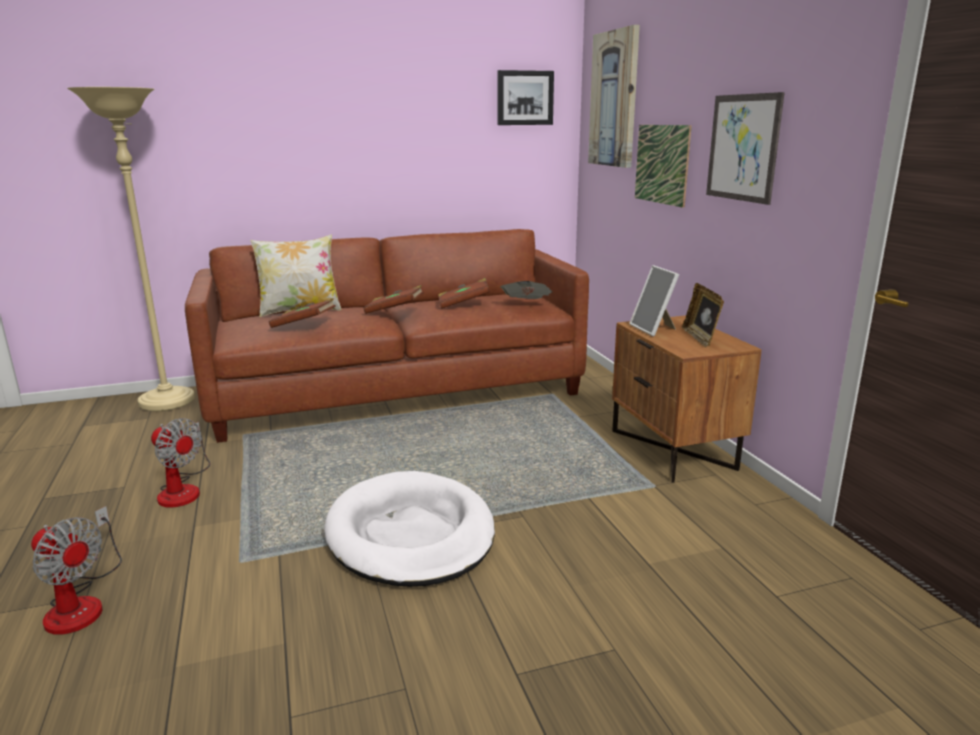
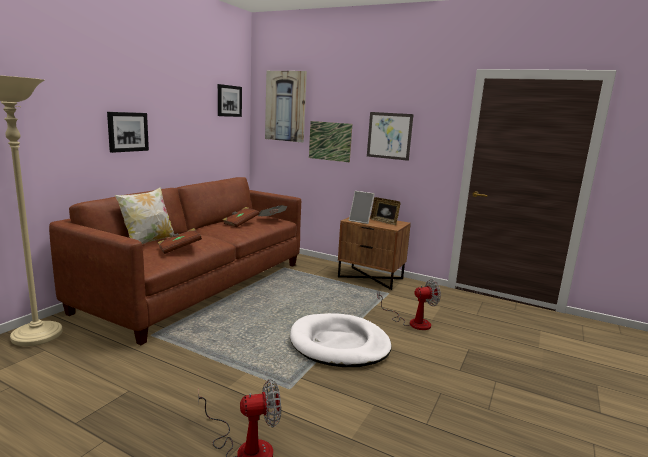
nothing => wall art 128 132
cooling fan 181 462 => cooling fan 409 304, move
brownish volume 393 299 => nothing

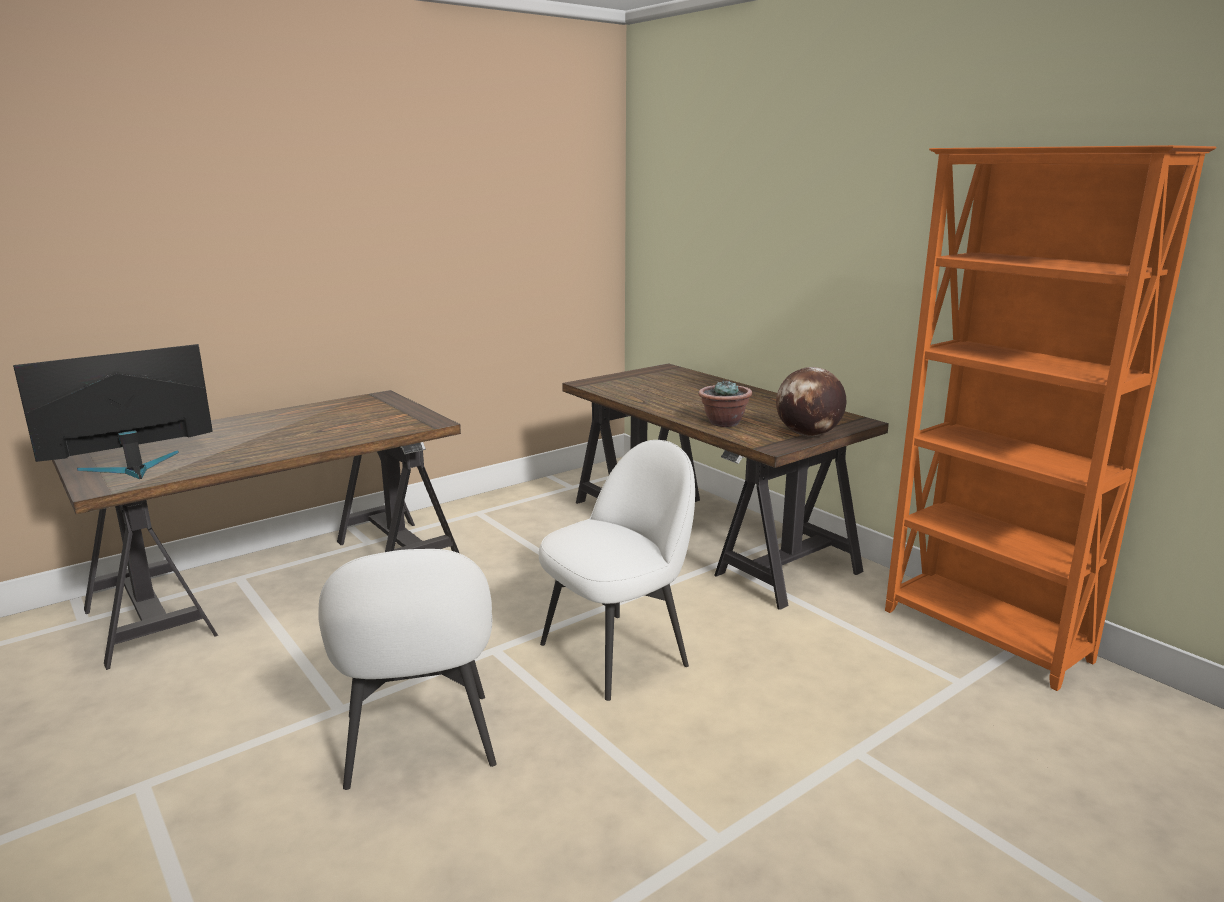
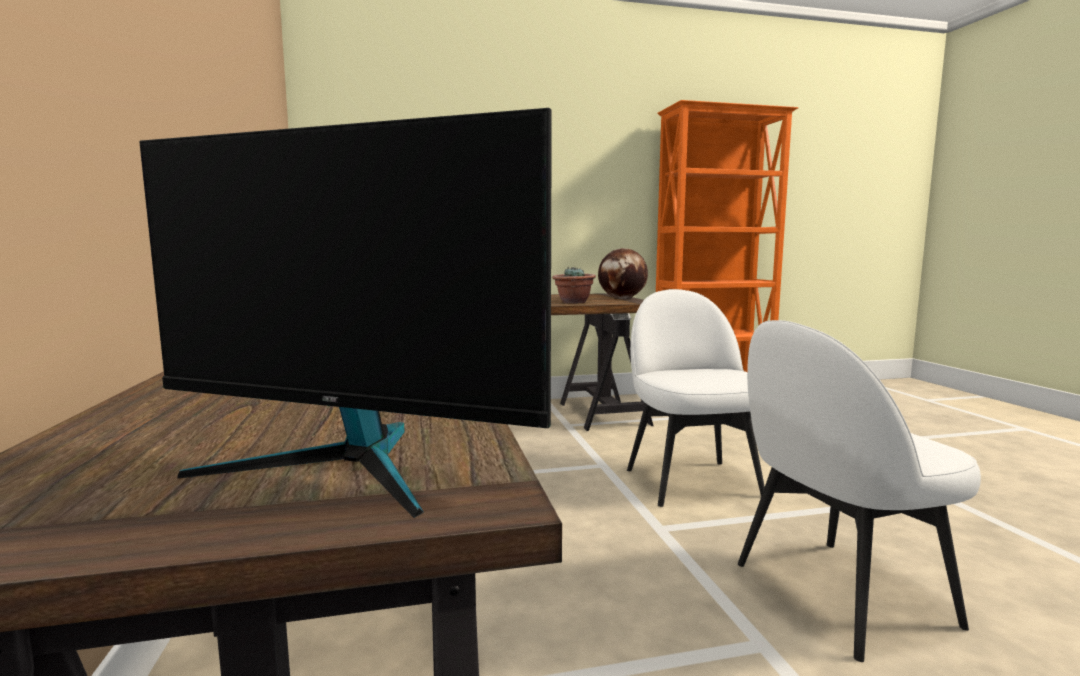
monitor 113 411 => monitor 345 313, 60 degrees counterclockwise
white-coloured plain chair 407 669 => white-coloured plain chair 859 491, 150 degrees clockwise

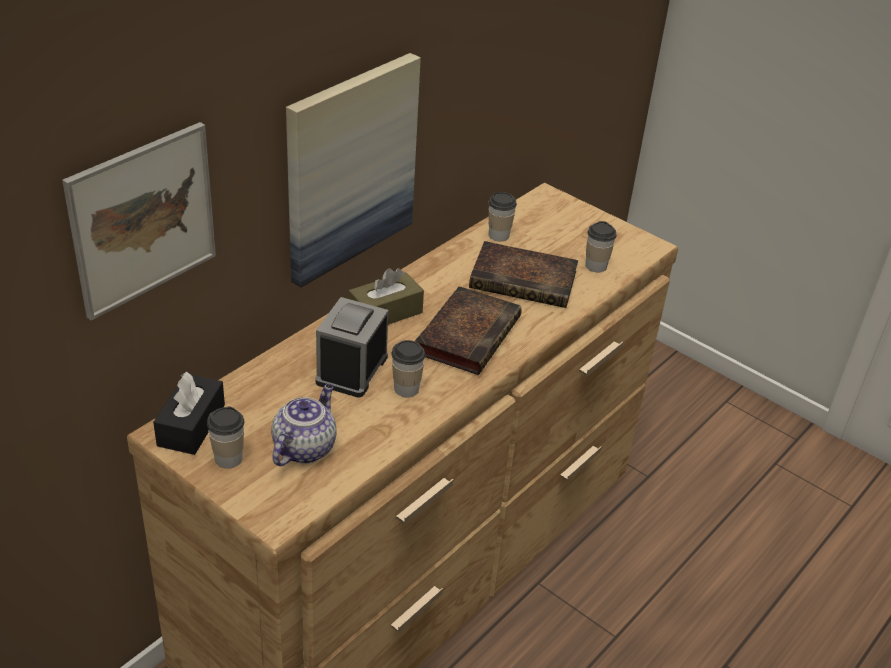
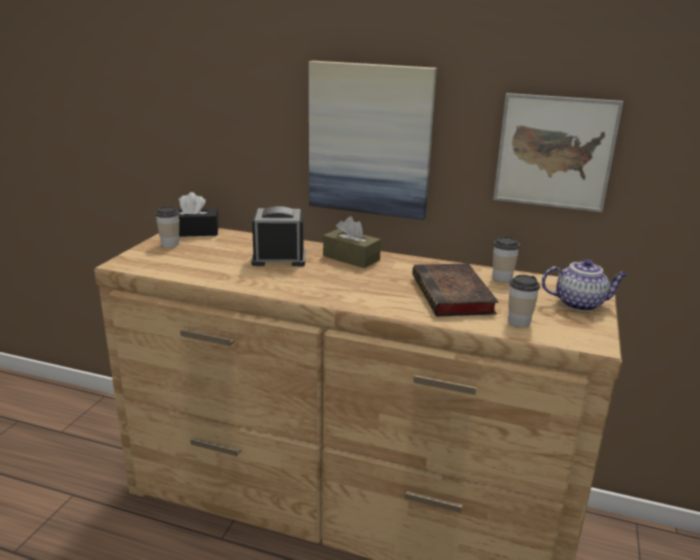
wall art 139 221 => wall art 558 152, move
pot for tea 304 425 => pot for tea 585 285, move
cup 408 368 => nothing
volume 468 330 => nothing

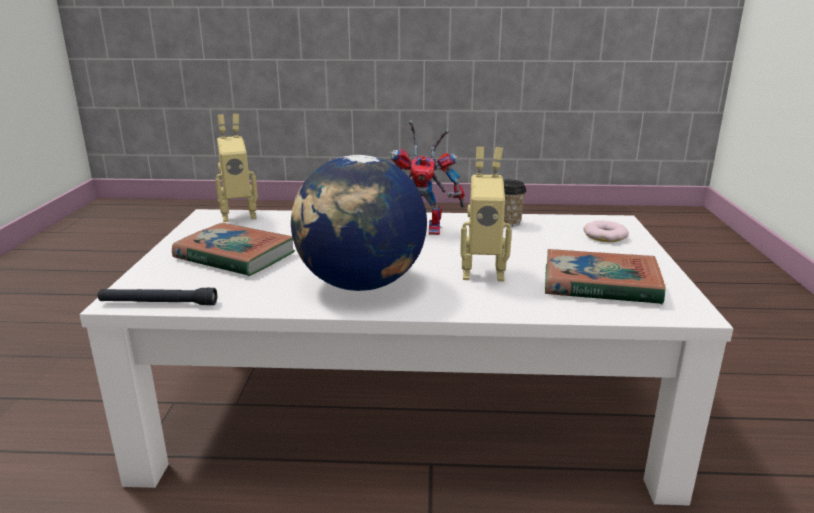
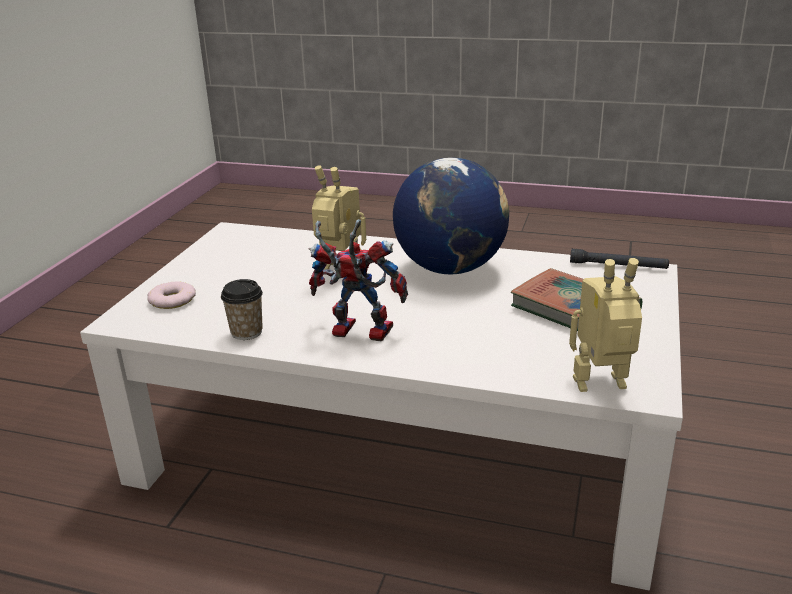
volume 605 276 => nothing

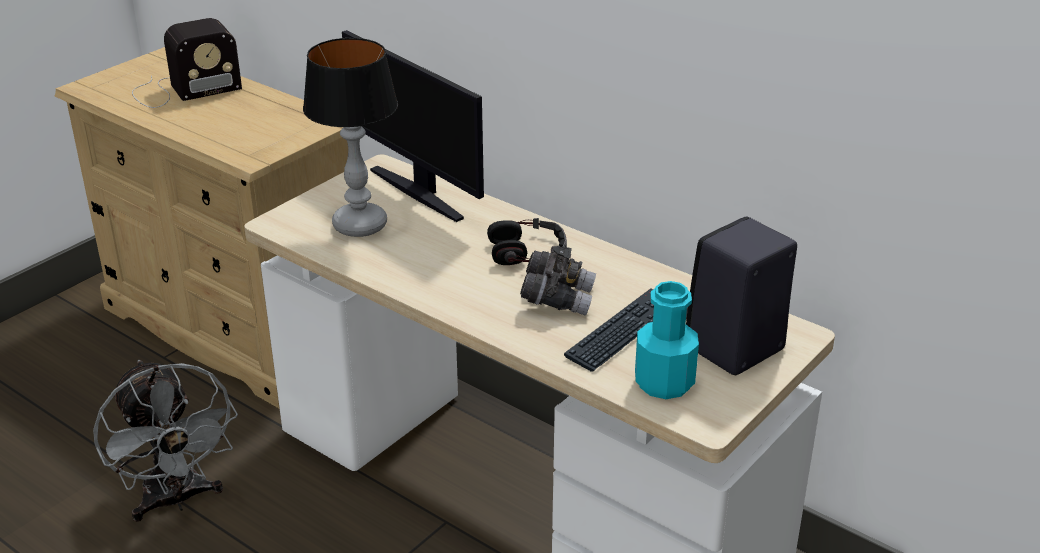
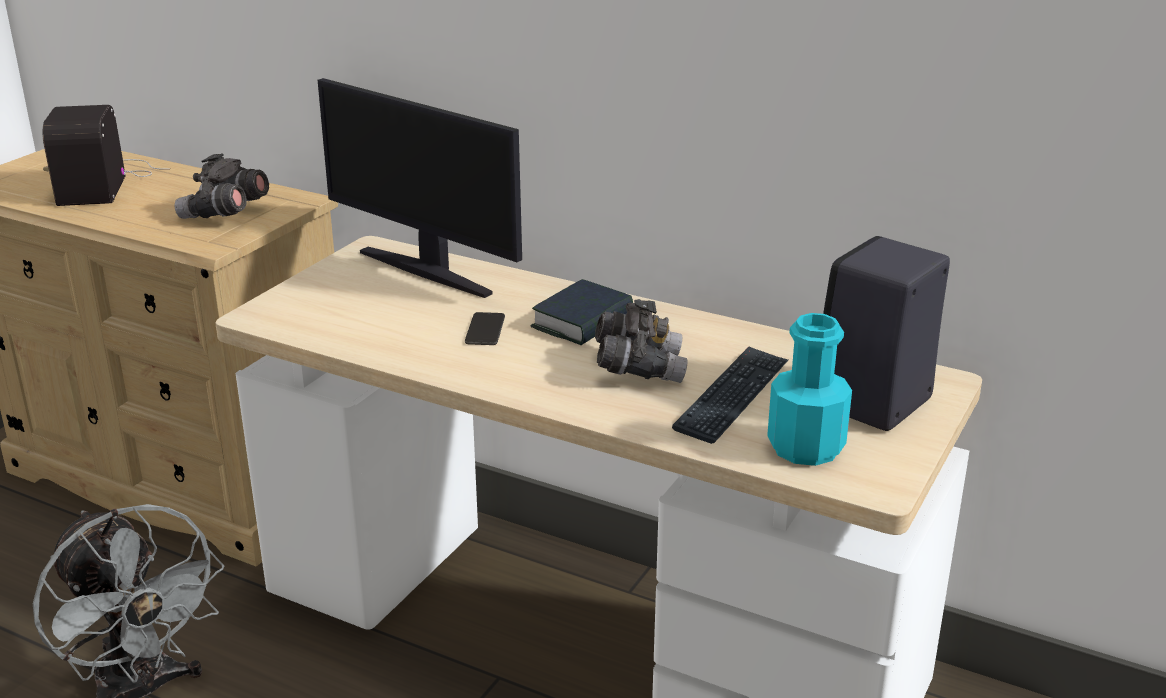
radio set 187 63 => radio set 106 155, 120 degrees clockwise
nothing => greyish field glasses 221 186
nothing => telephone 485 328
headset 527 241 => volume 582 312
tabletop lamp 350 137 => nothing

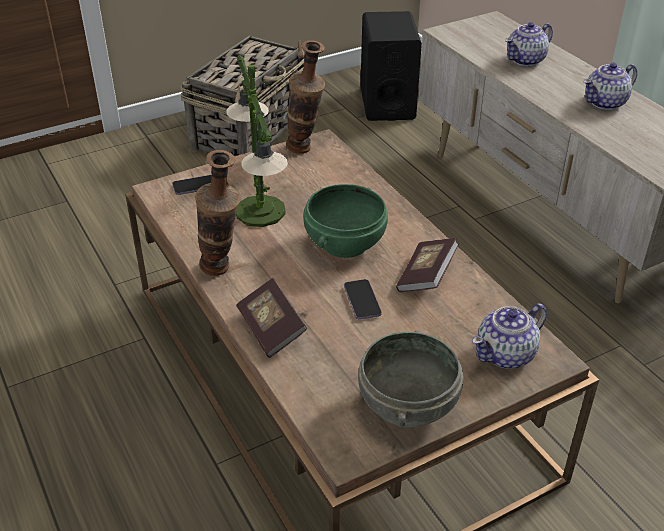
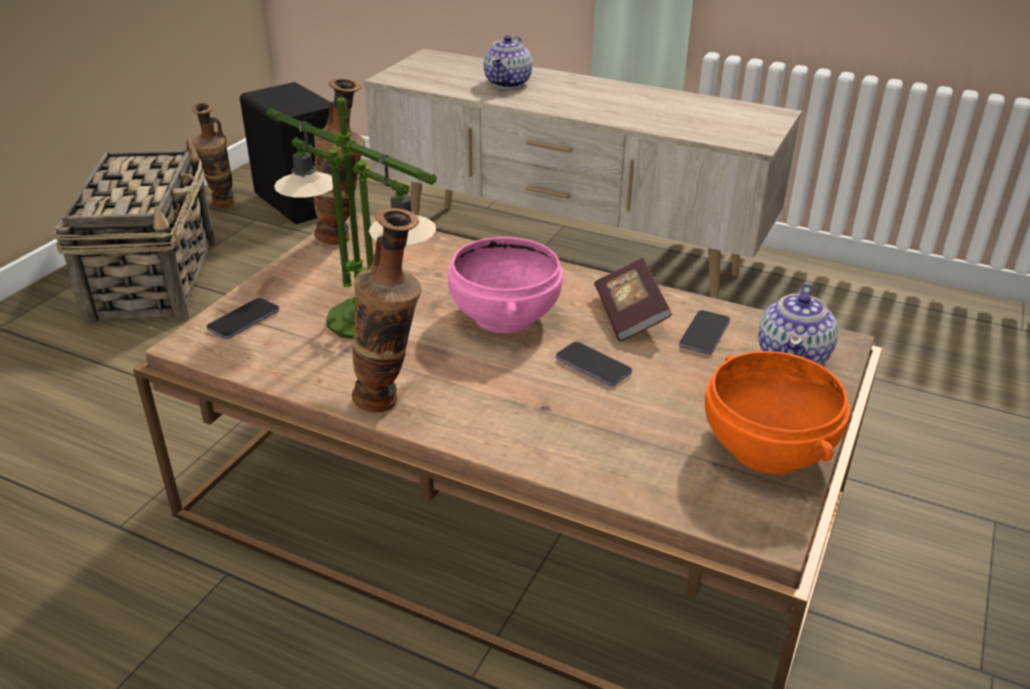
nothing => vase 213 155
green-coloured deep dish 345 221 => pink-coloured deep dish 505 285
nothing => telephone 704 332
greyish deep dish 411 379 => orange-coloured deep dish 777 412
volume 271 318 => nothing
pot for tea 610 86 => nothing

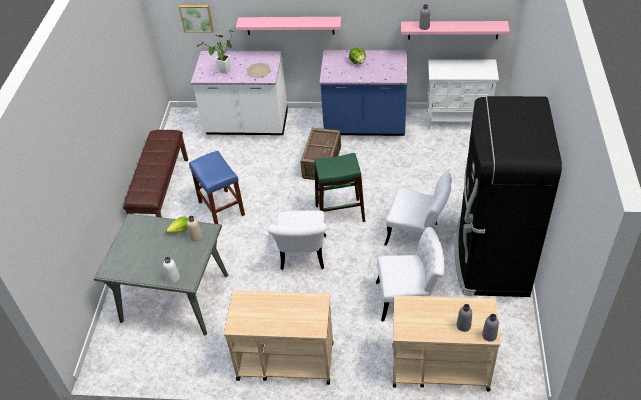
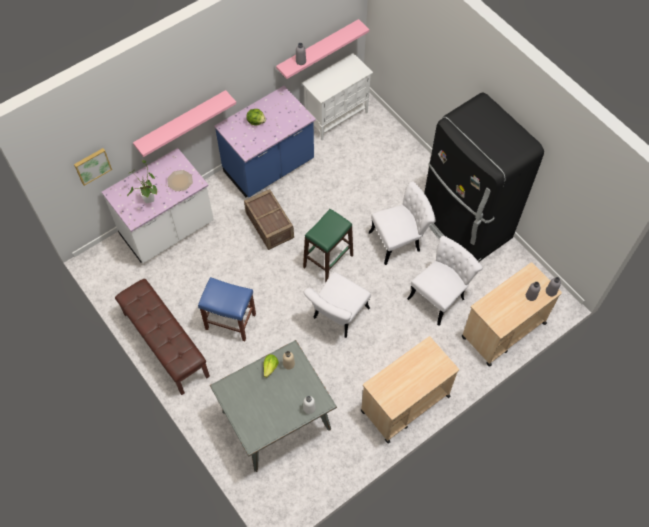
white-coloured plain chair 297 240 => white-coloured plain chair 337 305, 75 degrees clockwise

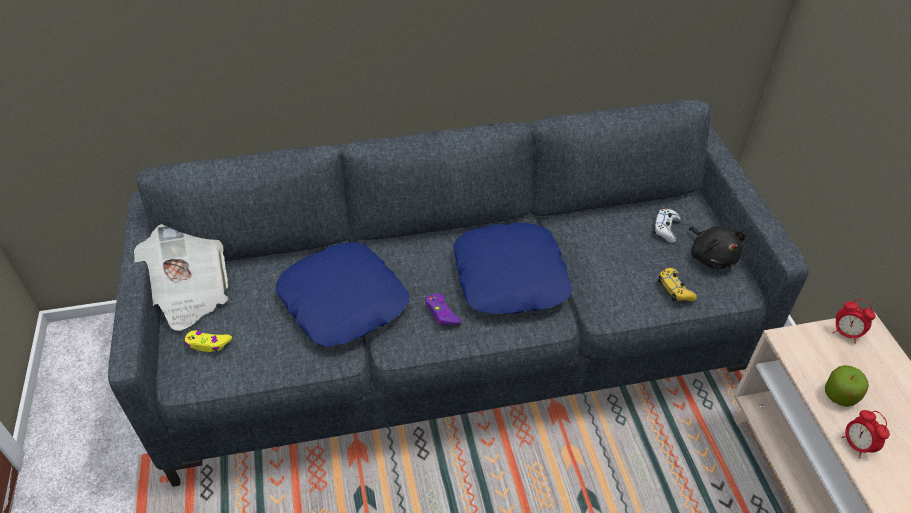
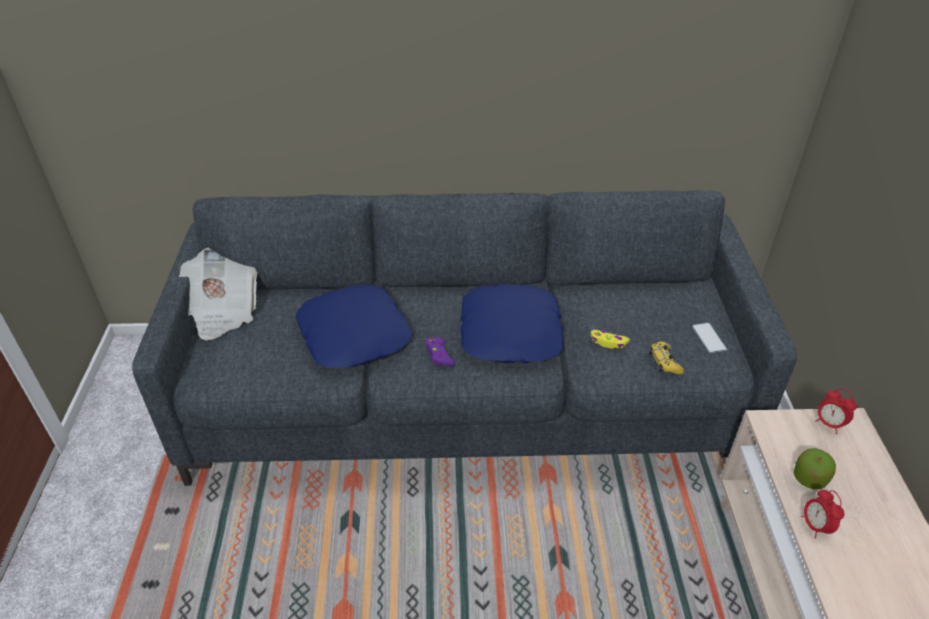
yellow-coloured game controller 208 341 => yellow-coloured game controller 610 339, move
black-coloured cuddly toy 717 247 => telephone 709 338
white-coloured game controller 667 225 => nothing

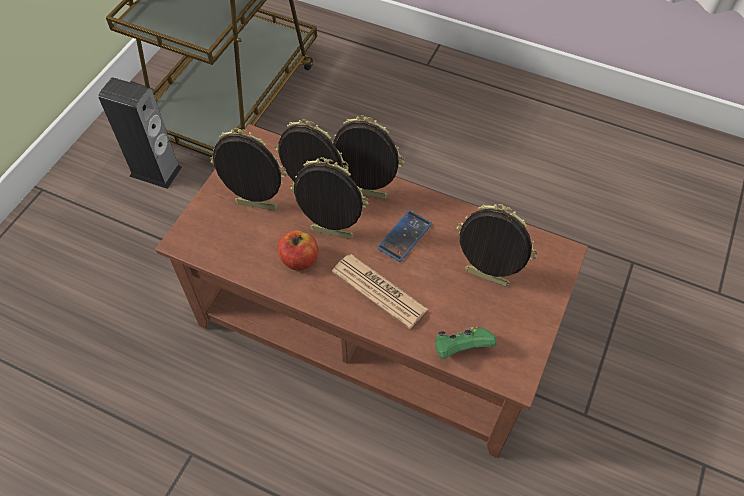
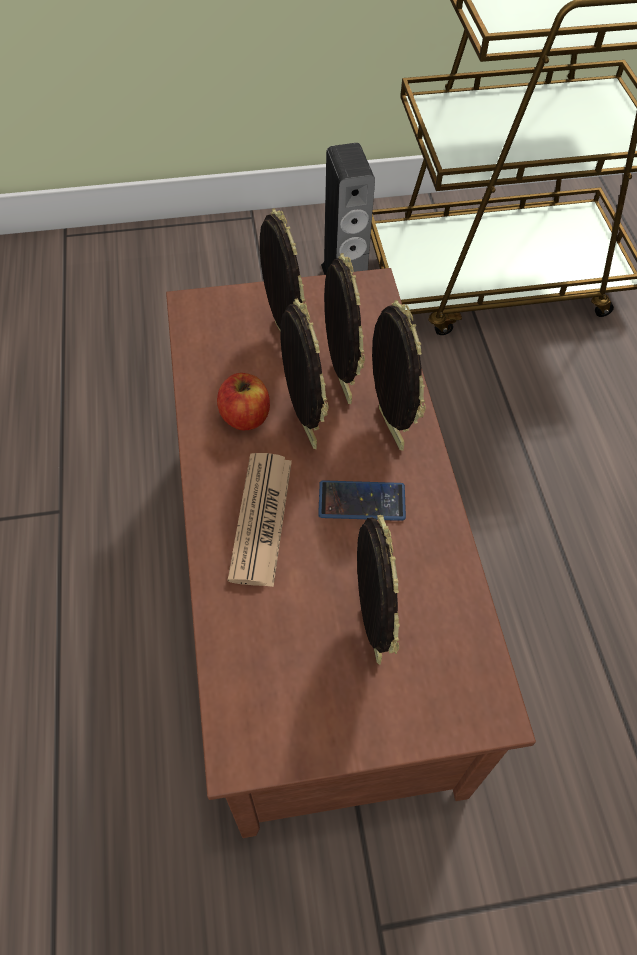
green-coloured game controller 466 342 => nothing

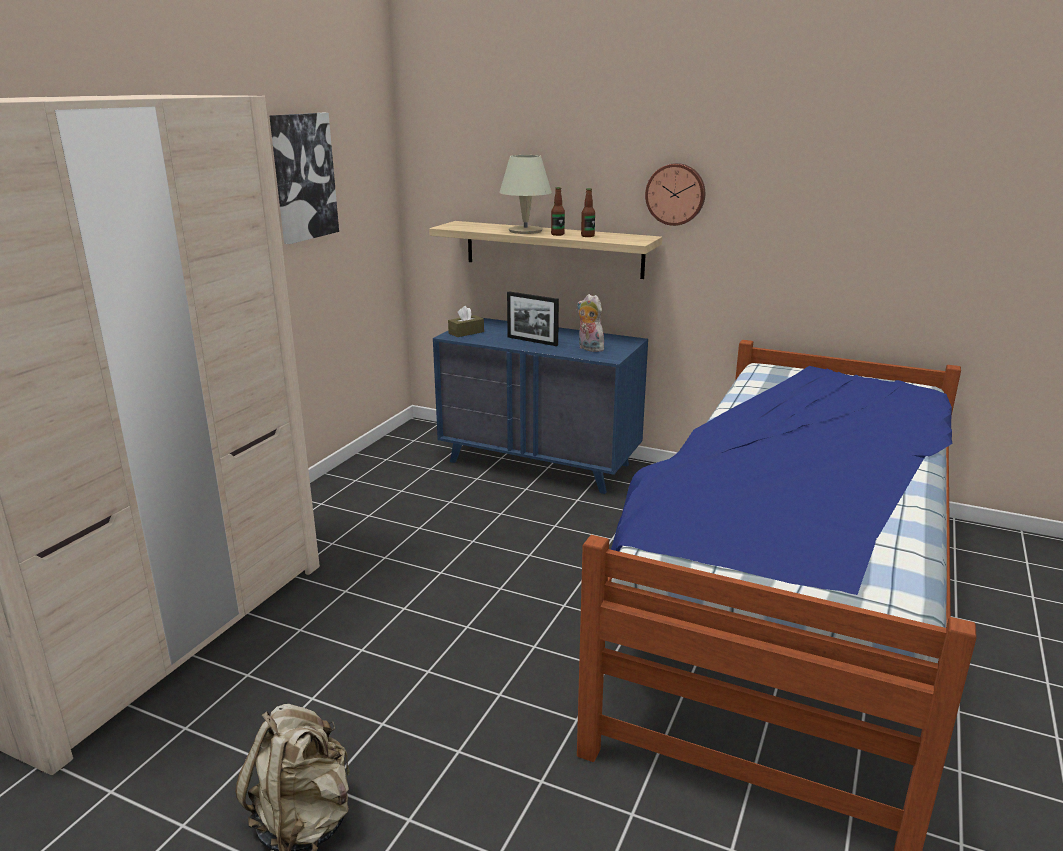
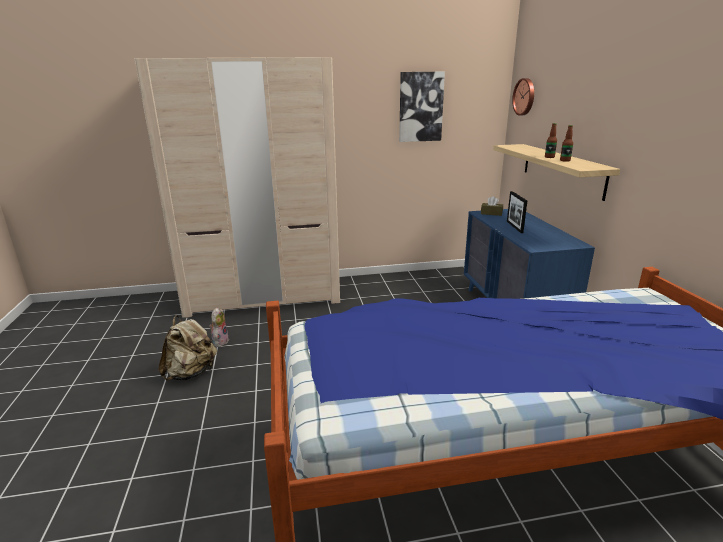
cuddly toy 592 323 => cuddly toy 219 327, move
hanging clock 675 194 => hanging clock 523 97, move
beige-coloured tabletop lamp 525 194 => nothing

